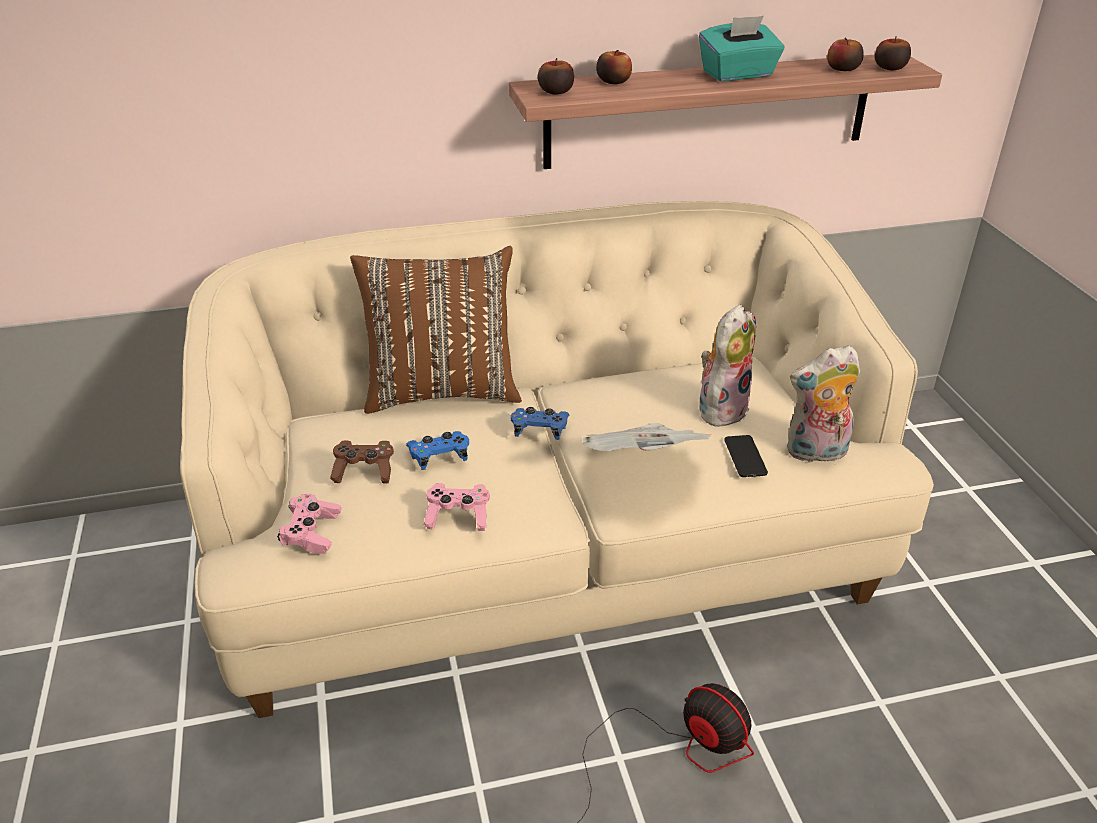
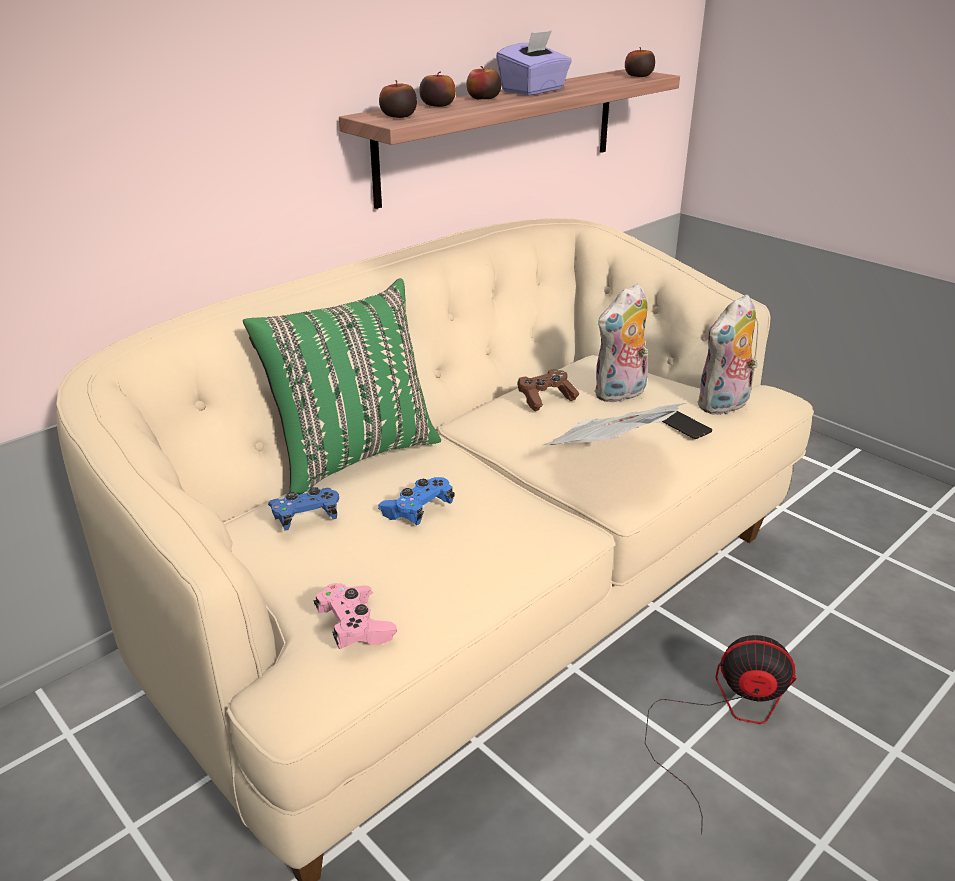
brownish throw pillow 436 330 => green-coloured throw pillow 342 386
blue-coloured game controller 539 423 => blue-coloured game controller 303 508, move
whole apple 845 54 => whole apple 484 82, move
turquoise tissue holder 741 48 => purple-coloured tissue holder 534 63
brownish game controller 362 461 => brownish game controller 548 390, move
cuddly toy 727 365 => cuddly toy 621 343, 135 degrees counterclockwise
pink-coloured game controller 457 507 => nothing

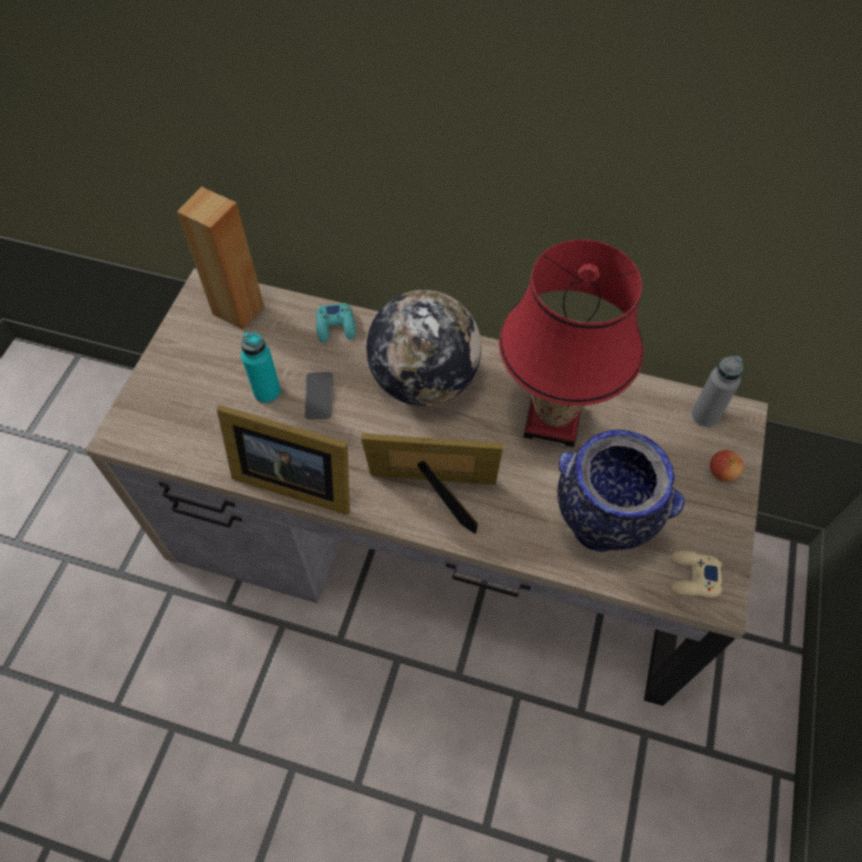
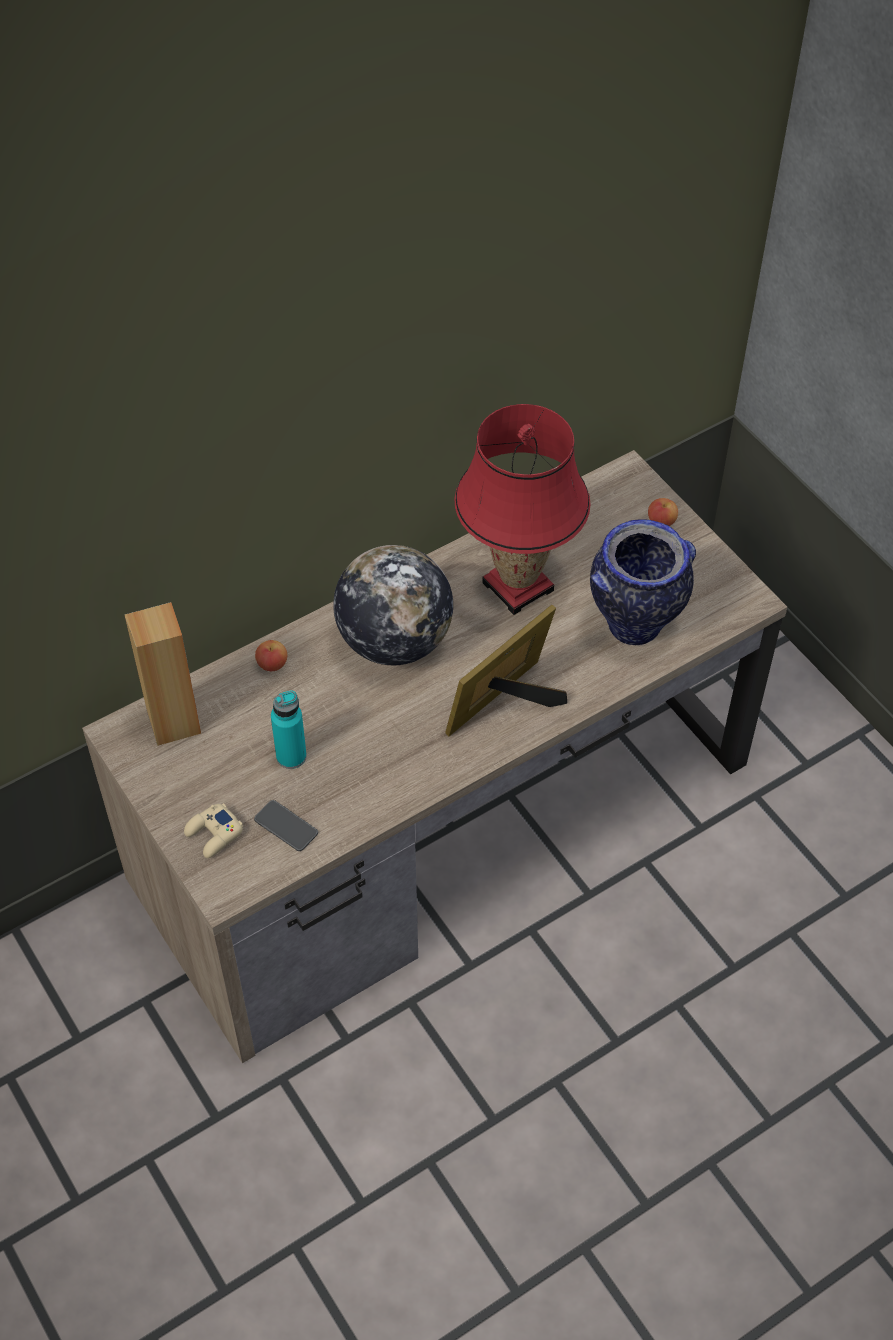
beige-coloured game controller 696 574 => beige-coloured game controller 213 830, move
telephone 319 395 => telephone 286 825, move
turquoise game controller 336 323 => whole apple 271 655
picture frame 283 460 => nothing
greyish bottle 717 391 => nothing

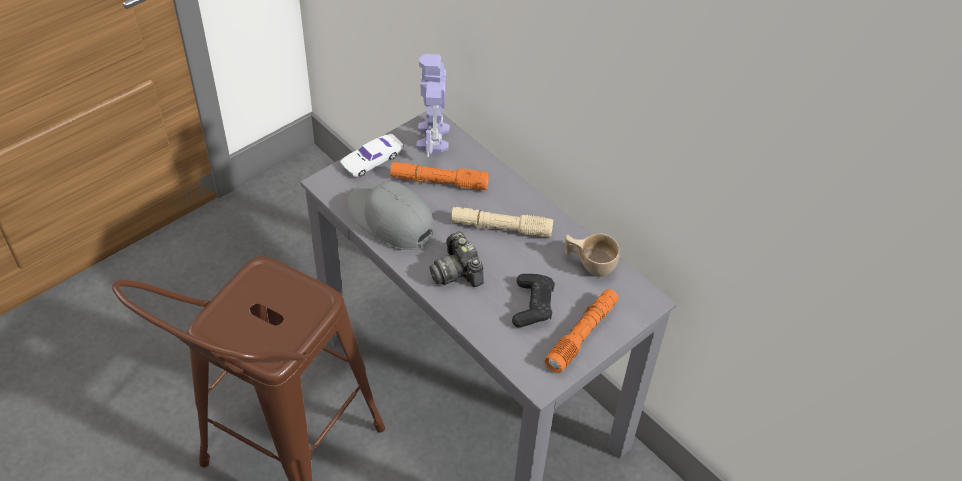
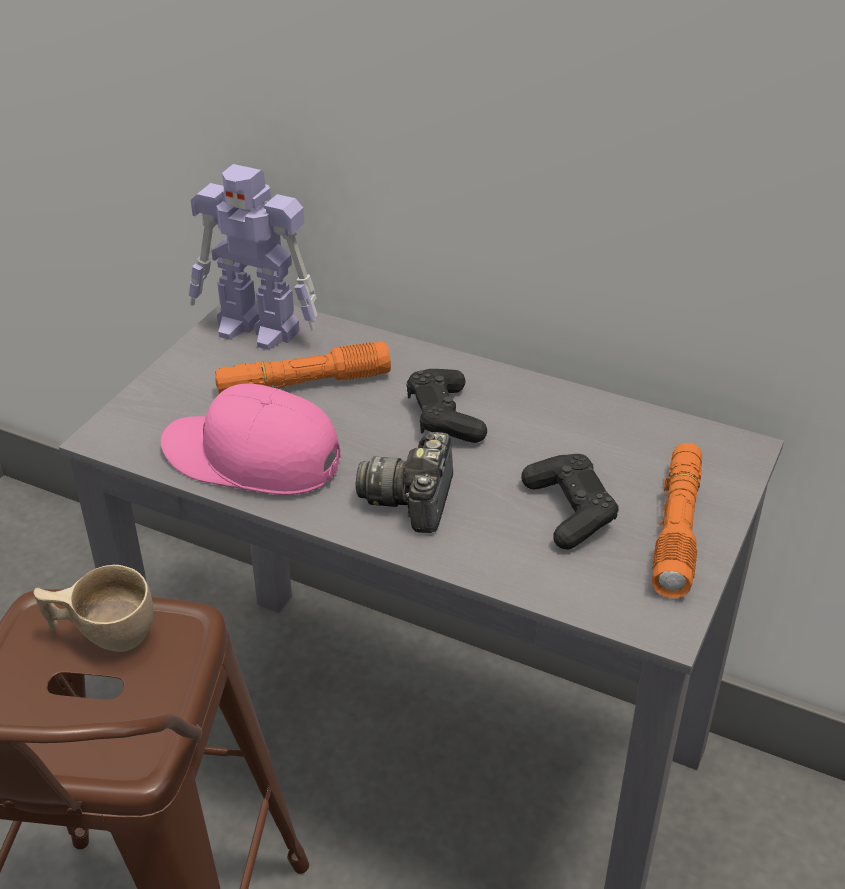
beige-coloured cup 592 255 => beige-coloured cup 93 608, move
greyish peaked cap 390 215 => pink-coloured peaked cap 251 439
robot figure 433 105 => robot figure 253 257, 45 degrees counterclockwise
photo camera 456 259 => photo camera 404 482, 60 degrees clockwise
beige-coloured flashlight 502 222 => black-coloured game controller 447 406
white-coloured model car 372 155 => nothing

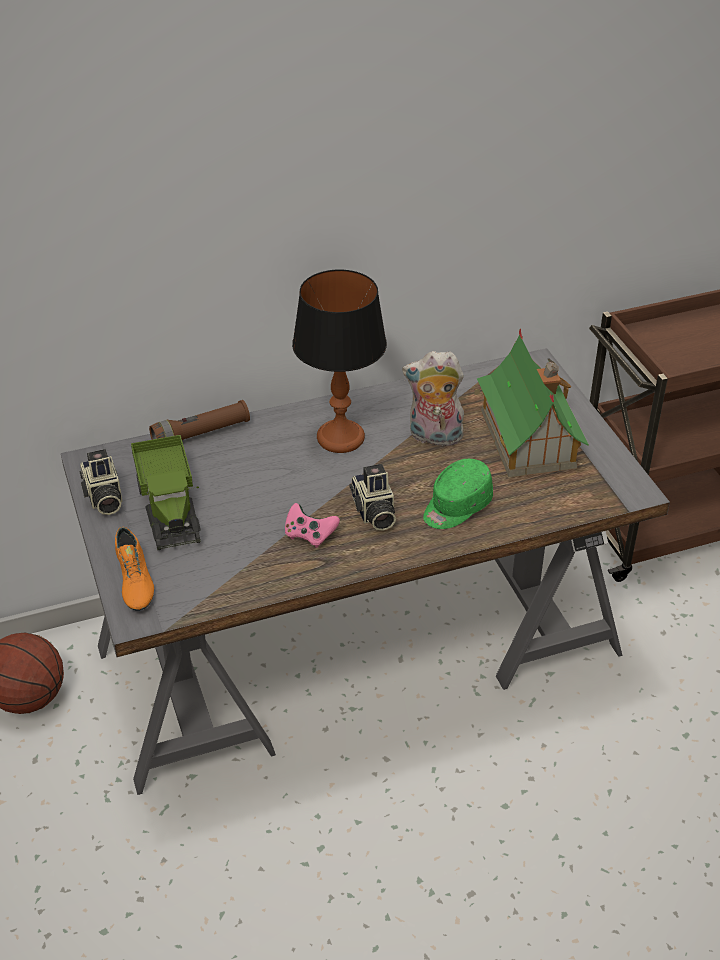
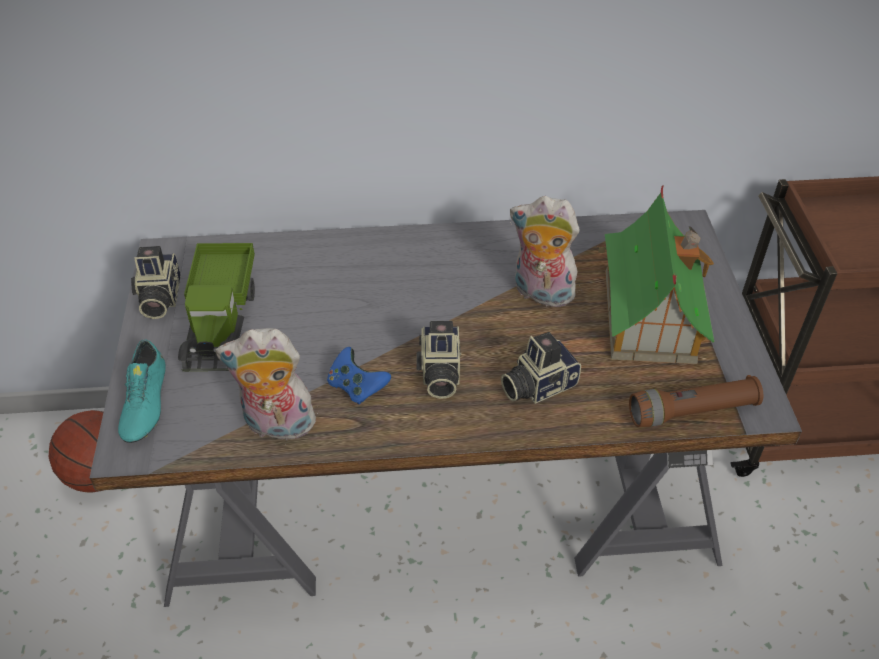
orange-coloured item of footwear 134 569 => turquoise item of footwear 142 391
nothing => cuddly toy 266 386
pink-coloured game controller 312 525 => blue-coloured game controller 359 376
green-coloured peaked cap 458 494 => photo camera 541 368
brownish flashlight 199 420 => brownish flashlight 696 401, move
tabletop lamp 339 361 => nothing

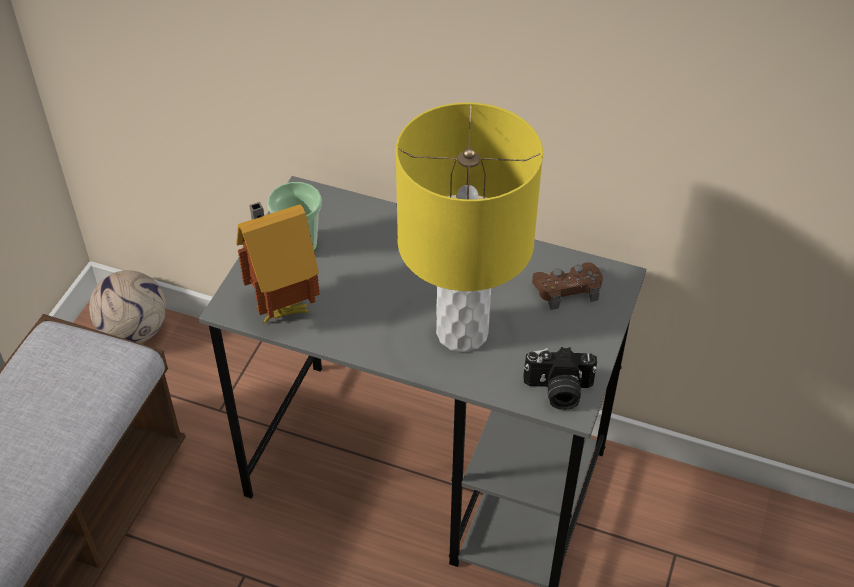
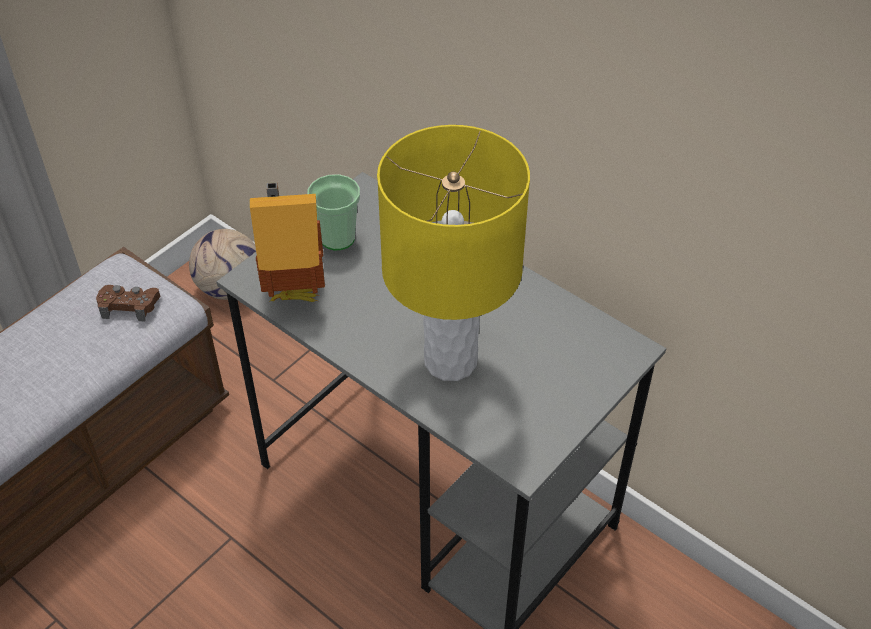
brownish game controller 567 286 => brownish game controller 128 303, move
photo camera 560 378 => nothing

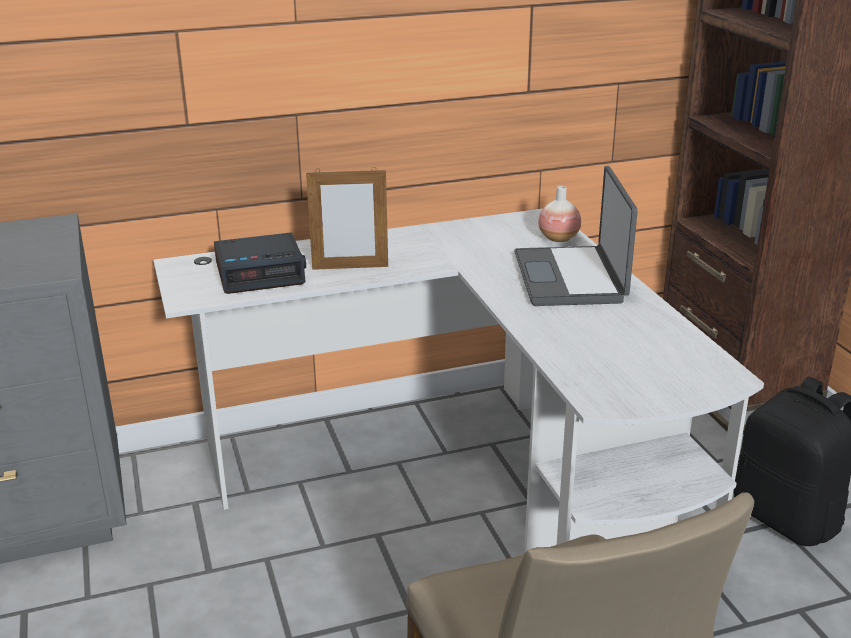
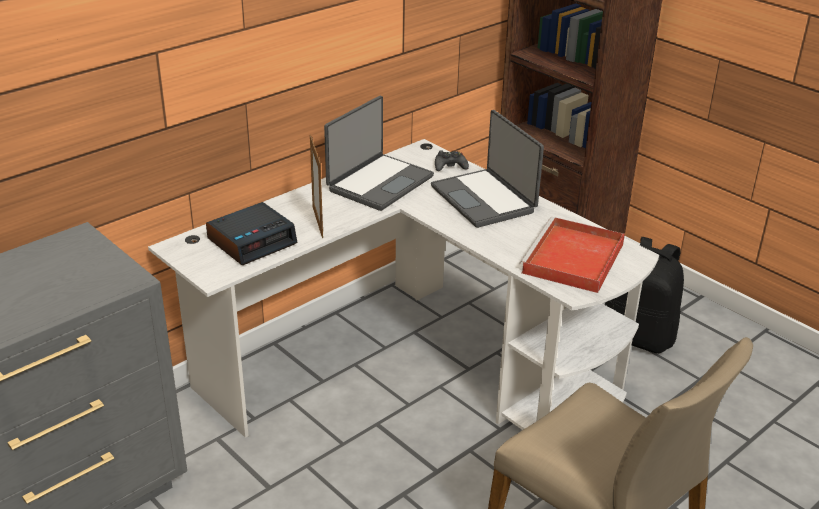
picture frame 347 218 => picture frame 316 186, 105 degrees clockwise
nothing => notebook computer 379 153
vase 559 214 => black-coloured game controller 452 160
nothing => reddish carrying tray 572 255

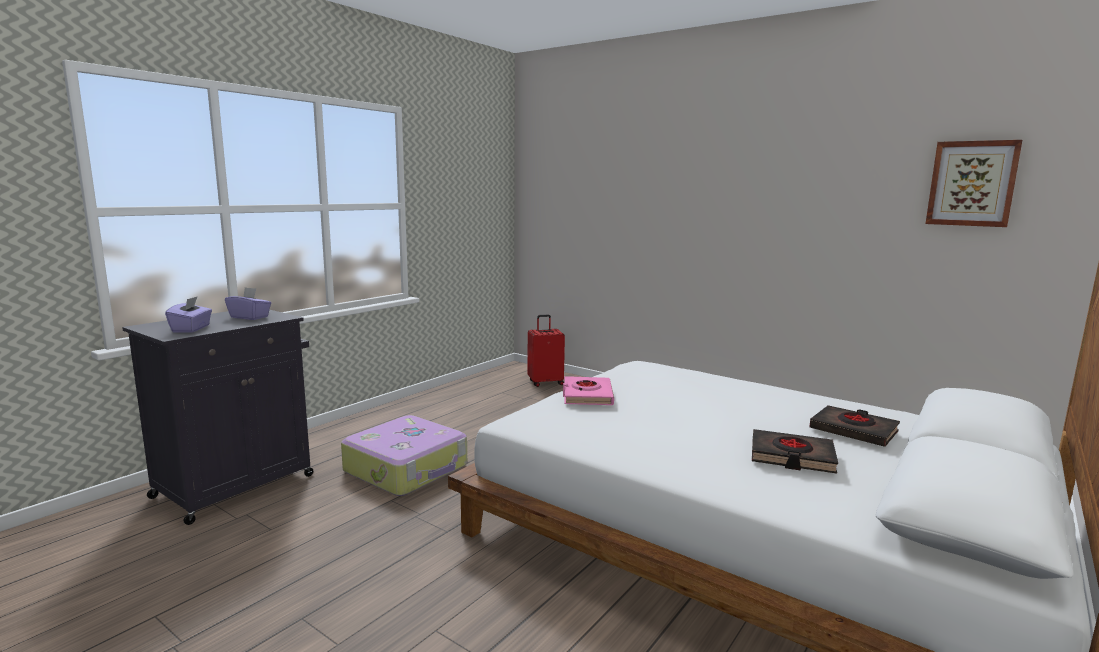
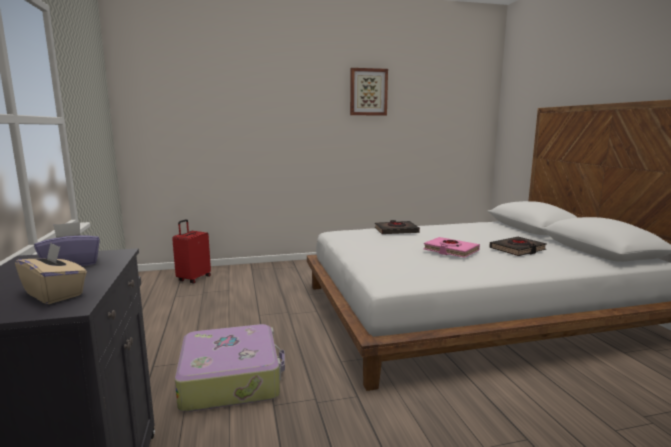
purple-coloured tissue holder 188 314 => beige-coloured tissue holder 51 273
wall art 974 183 => wall art 369 92, move
black-coloured volume 855 426 => black-coloured volume 397 227, move
pink-coloured volume 588 390 => pink-coloured volume 451 247, move

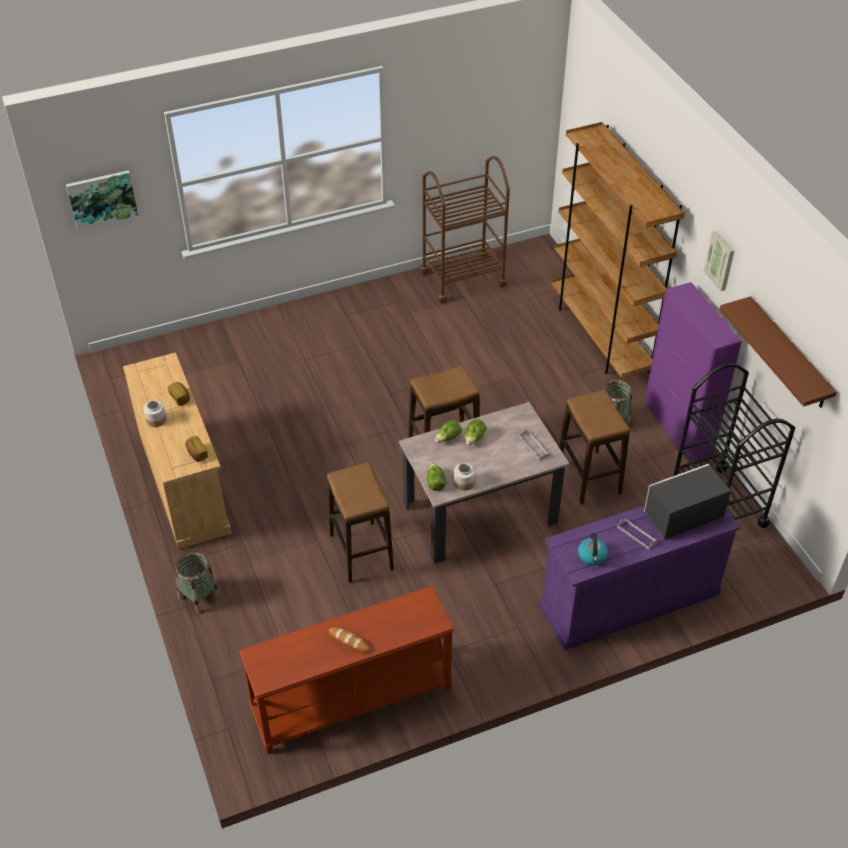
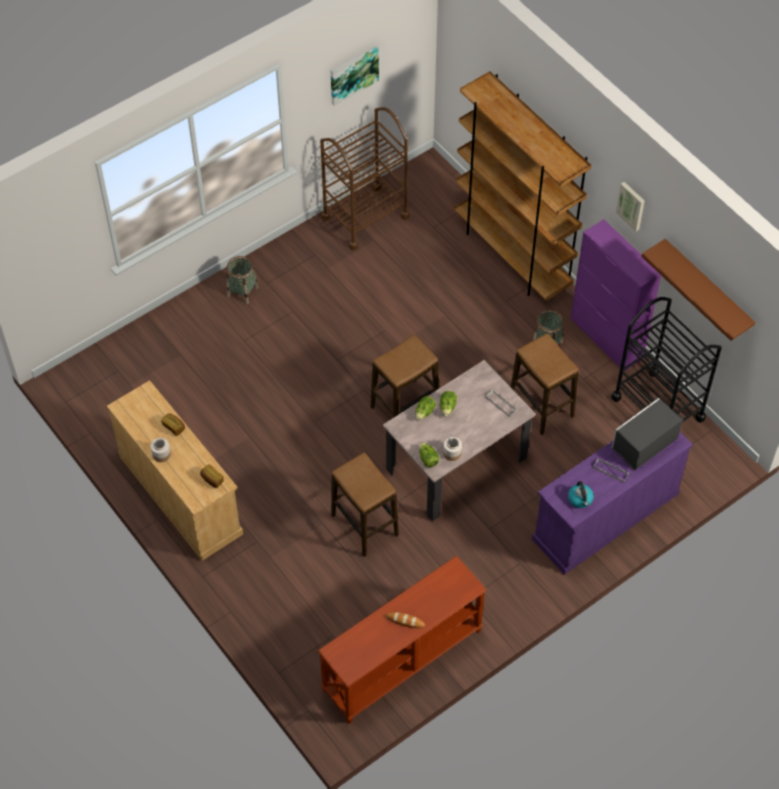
basket 197 582 => basket 243 280, move
wall art 102 200 => wall art 355 75, move

